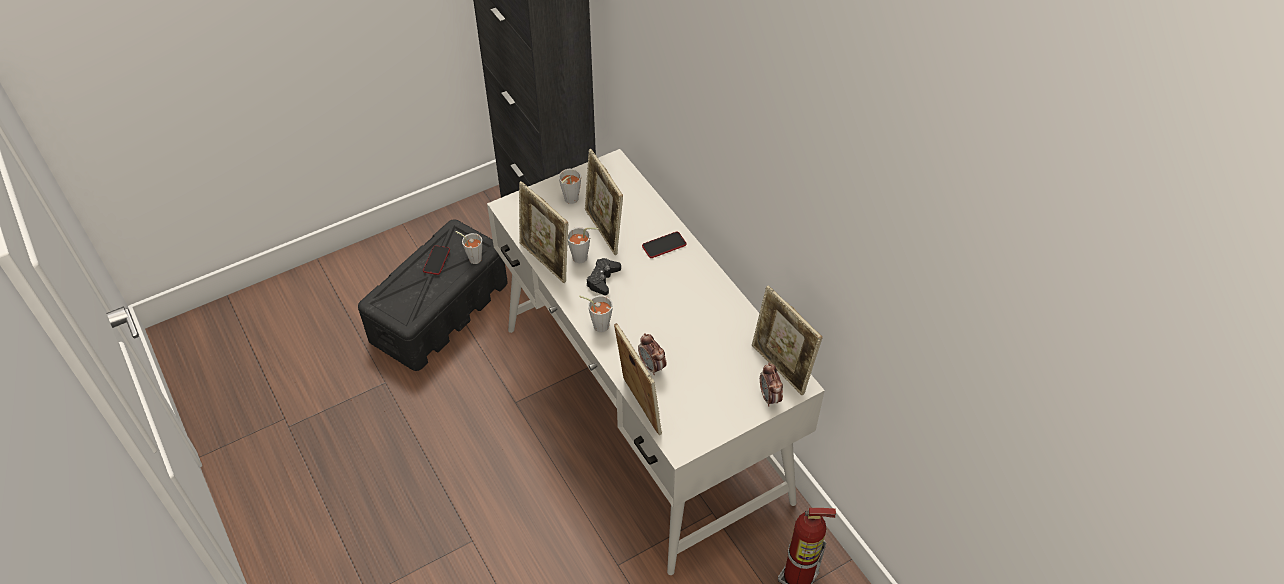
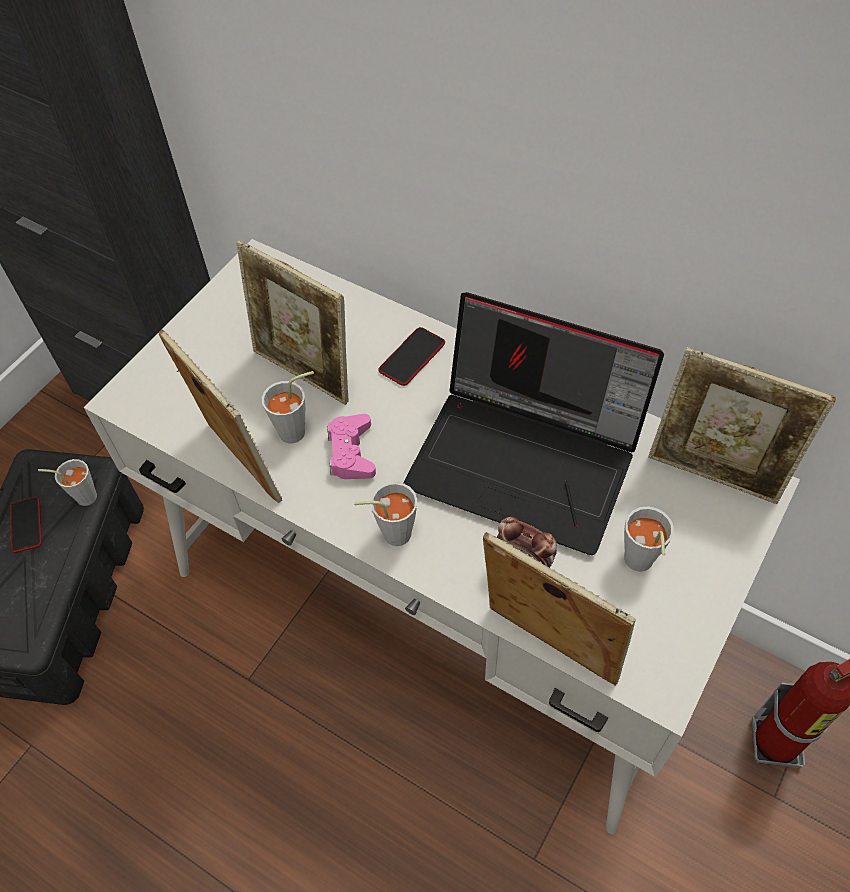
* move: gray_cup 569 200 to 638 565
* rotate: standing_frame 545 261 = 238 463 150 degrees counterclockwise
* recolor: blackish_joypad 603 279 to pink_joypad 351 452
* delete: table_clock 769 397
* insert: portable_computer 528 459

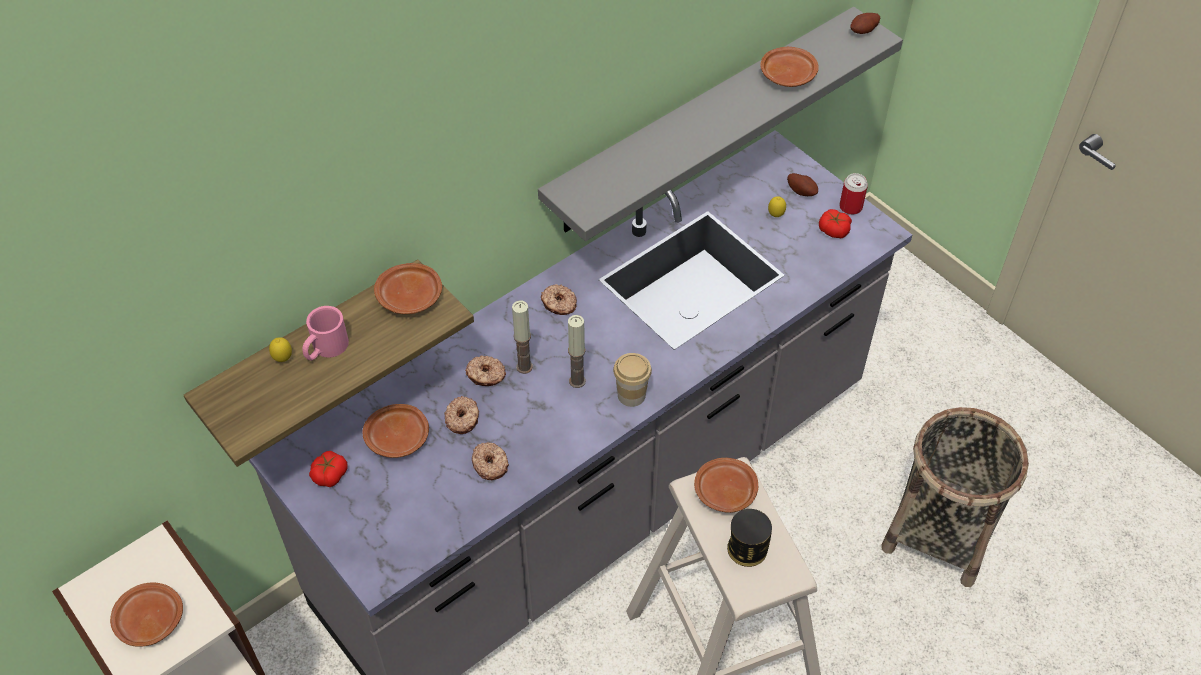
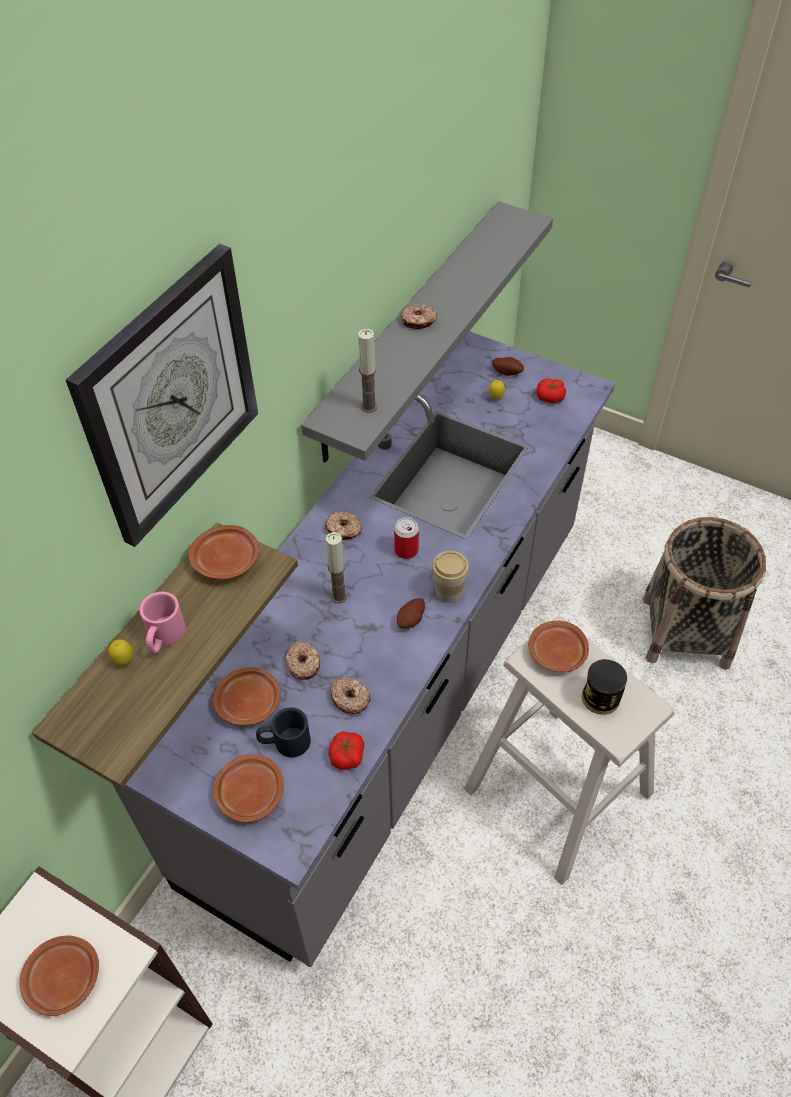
* move: whole_potato 864 31 to 411 620
* move: brown_dinner_plate 788 74 to 250 792
* move: metal_can 850 207 to 406 550
* move: candle 577 381 to 369 407
* move: donut 486 375 to 418 321
* move: fresh_tomato 329 474 to 346 755
* insert: hanging_clock 170 397
* insert: blackish_coffee_mug 284 742

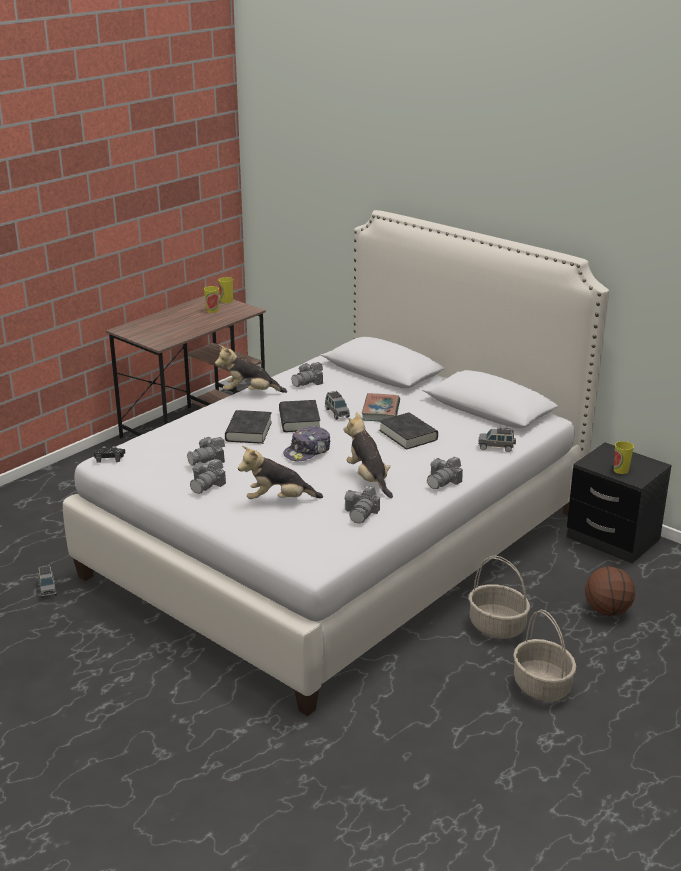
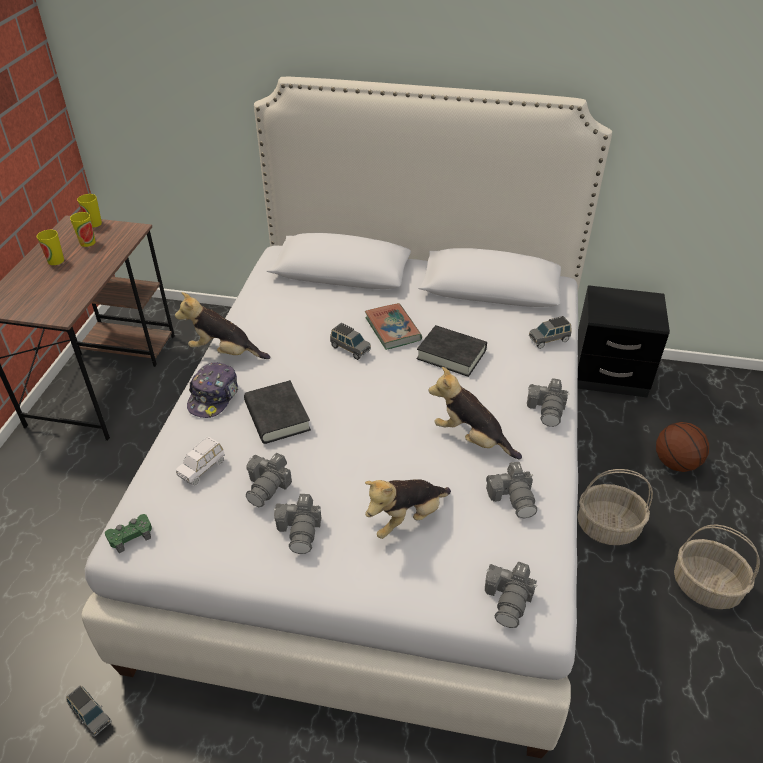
* rotate: cuddly_toy 249 393 = 225 352 45 degrees clockwise
* move: still_camera 308 382 to 509 600
* delete: blackish_book 299 420
* move: cap 308 451 to 214 397
* move: cup 621 470 to 56 261
* recolor: blackish_joypad 109 458 to green_joypad 130 535
* insert: white_miniature_car 202 468

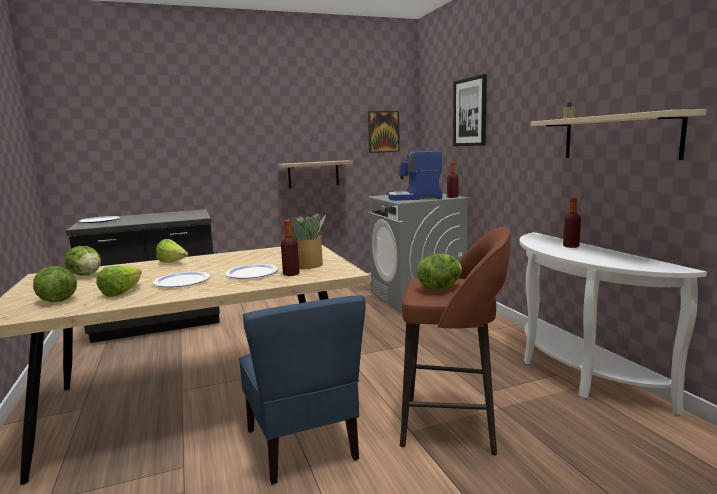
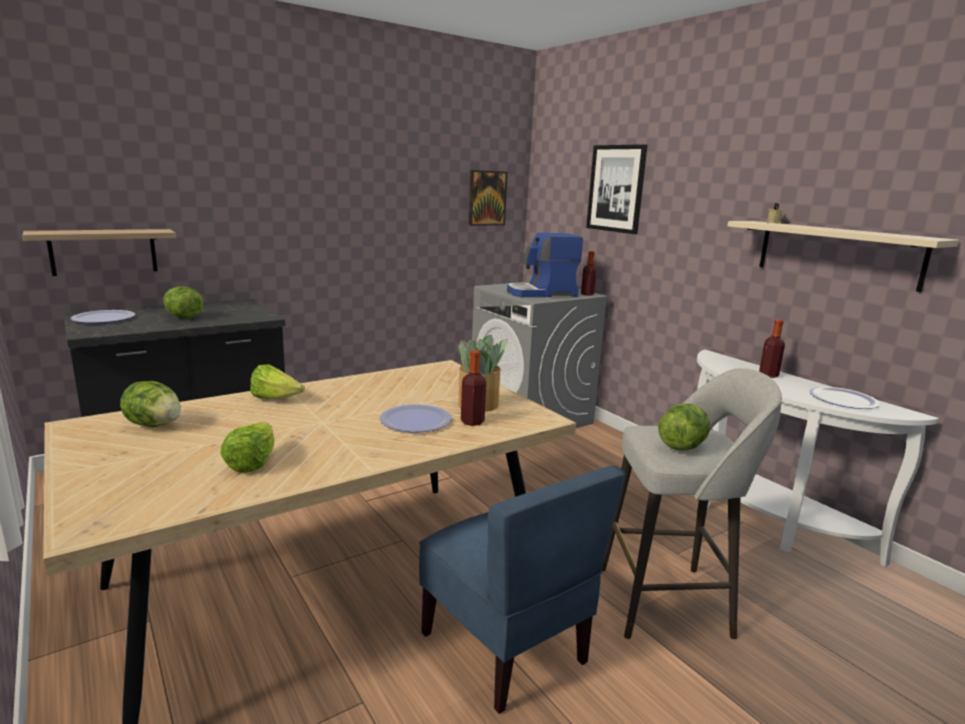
* move: shelf 313 174 to 104 251
* recolor: brown_stool_seat 452 425 to gray_stool_seat 668 601
* move: lettuce_head 56 300 to 183 317
* move: dinner_plate 182 281 to 843 400

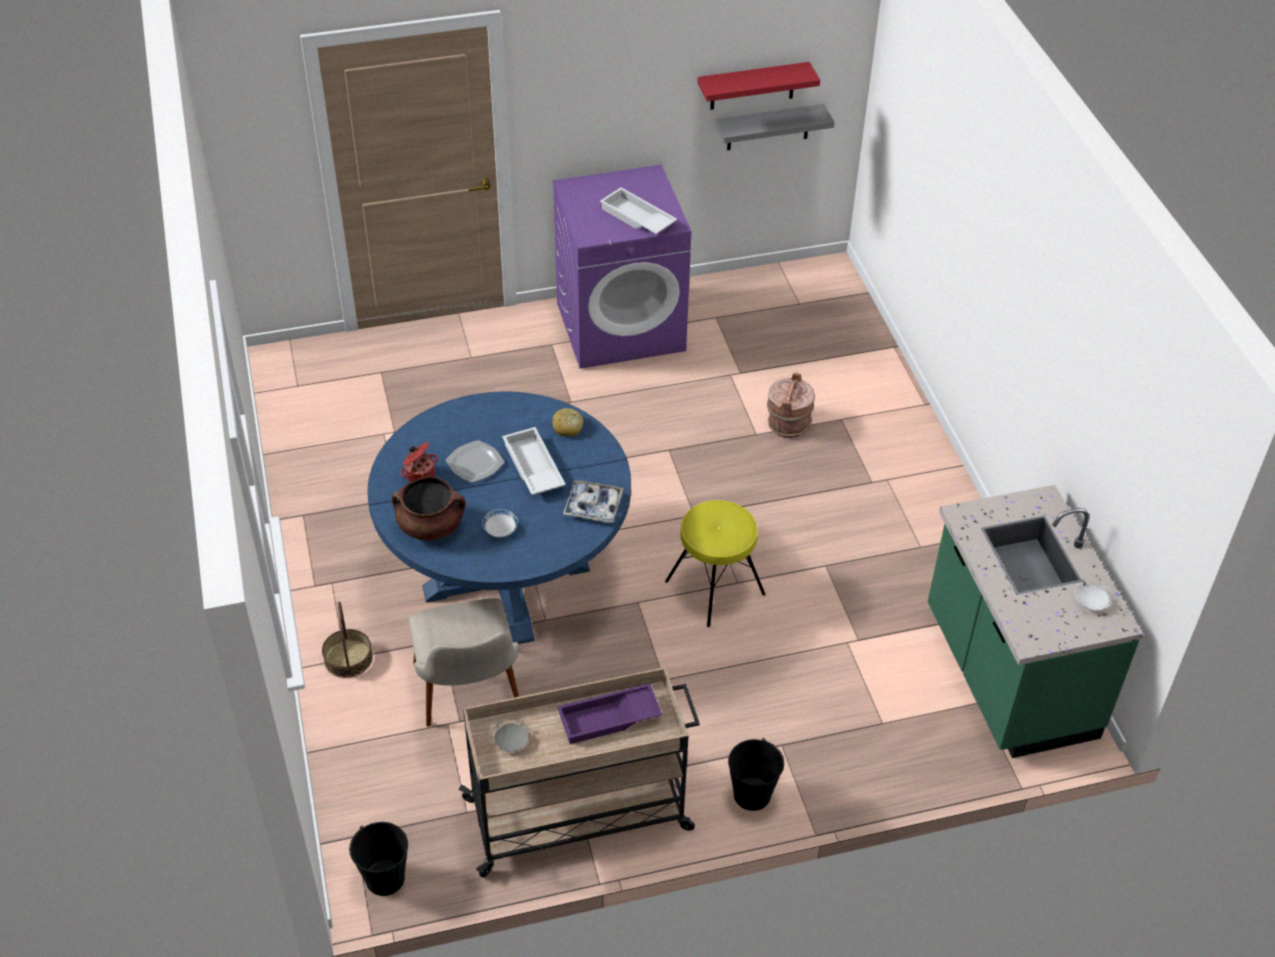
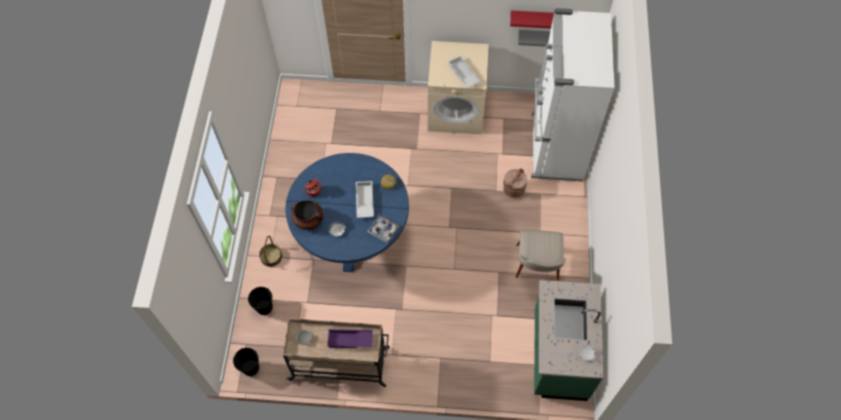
* recolor: purple-coloured_laundry_machine 621 326 to sand-coloured_laundry_machine 456 111
* delete: dinner_plate 475 462
* delete: yellow_stool_seat 714 587
* move: sand-coloured_plain_chair 470 701 to 537 271
* move: blackish_bucket 751 794 to 264 307
* insert: white_fridge 555 147

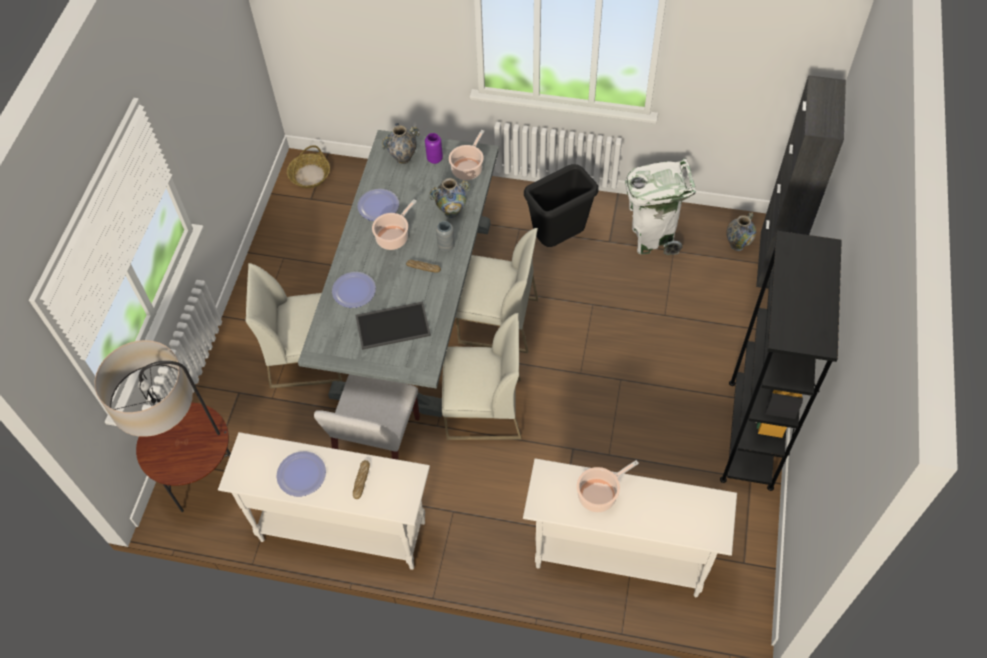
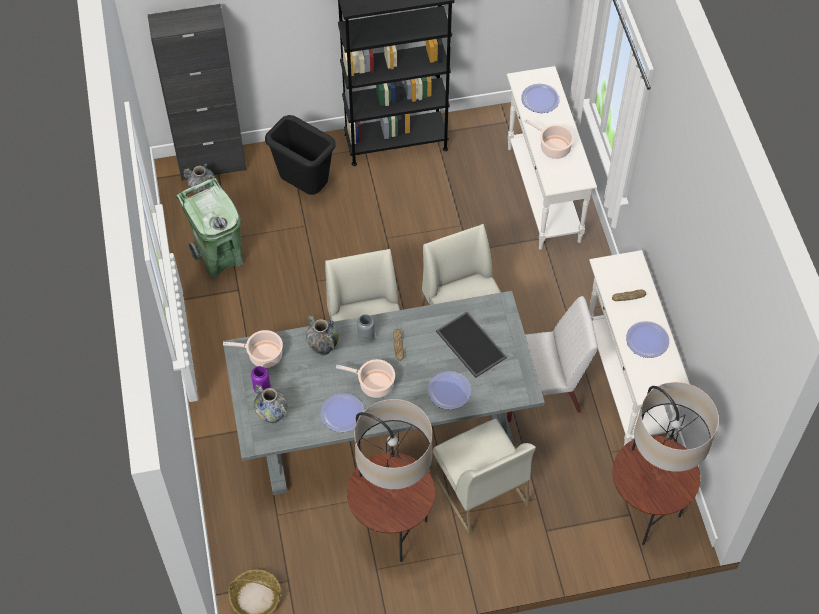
* recolor: white_trash_can 652 237 to green_trash_can 220 258
* move: blackish_trash_can 558 239 to 305 187
* insert: dinner_plate 540 99
* insert: floor_lamp 391 528

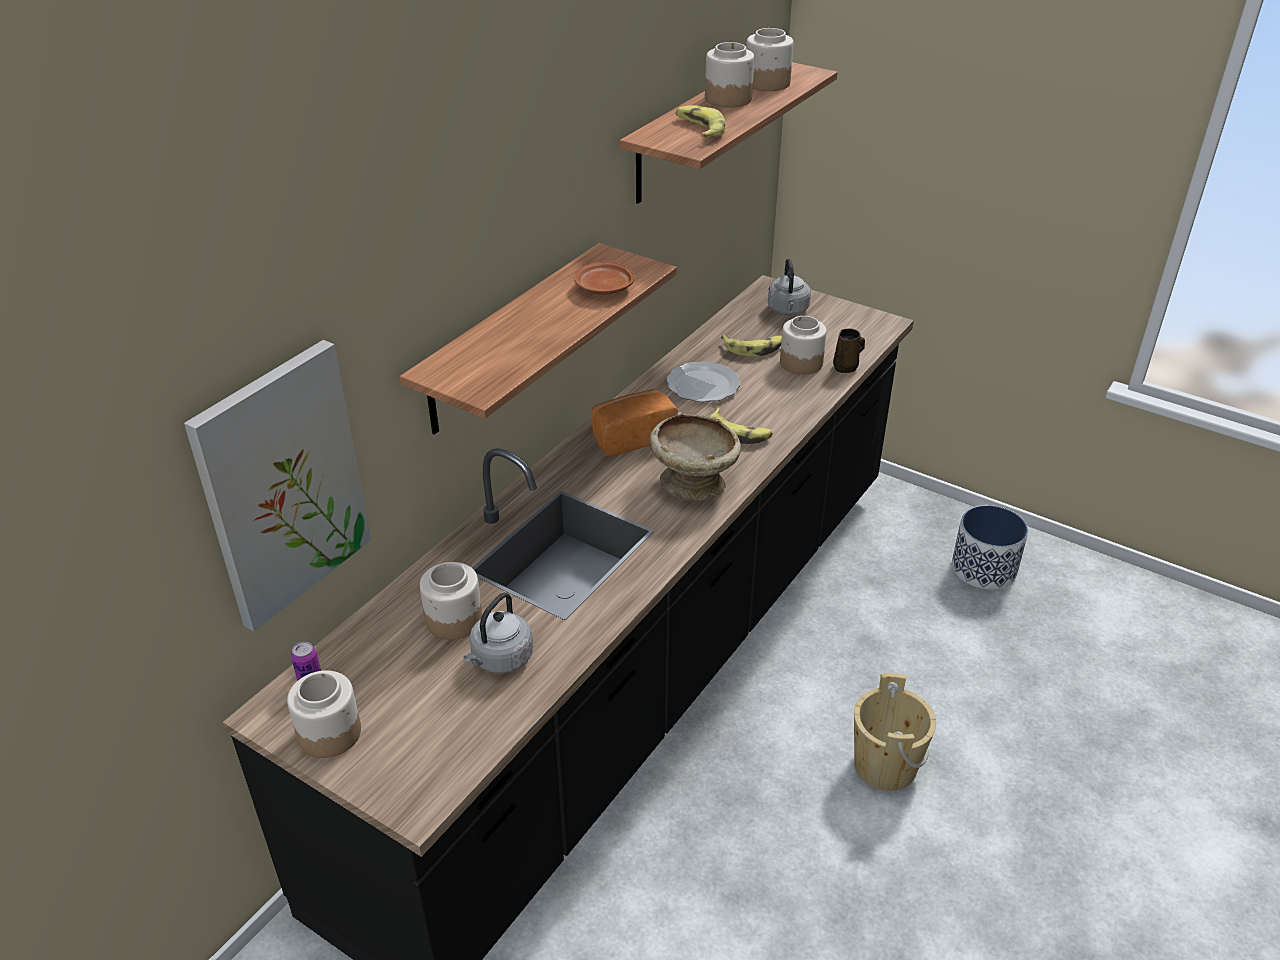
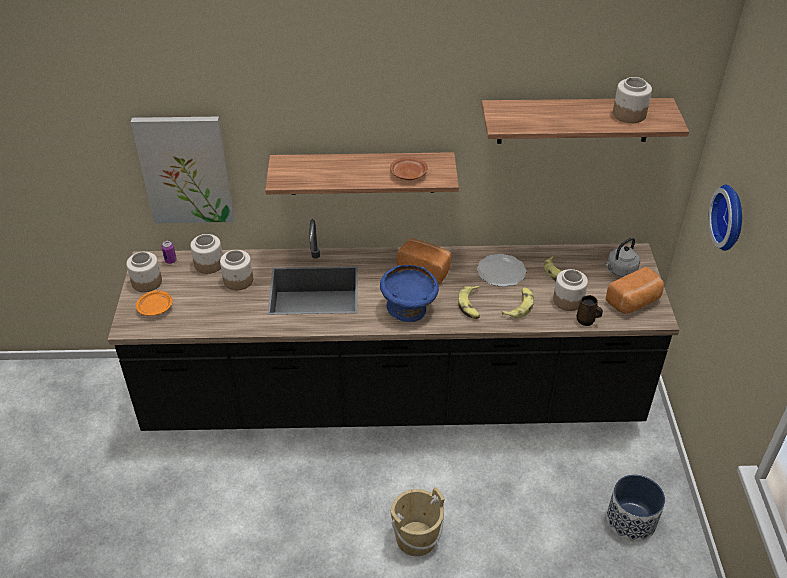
* move: jar 728 99 to 209 264
* move: banana 699 129 to 519 306
* recolor: sand-coloured_deep_dish 693 482 to bluish_deep_dish 409 308
* delete: gray_kettle 500 659
* insert: hanging_clock 731 217
* insert: baked_bread 634 302
* insert: orangey_dinner_plate 156 308

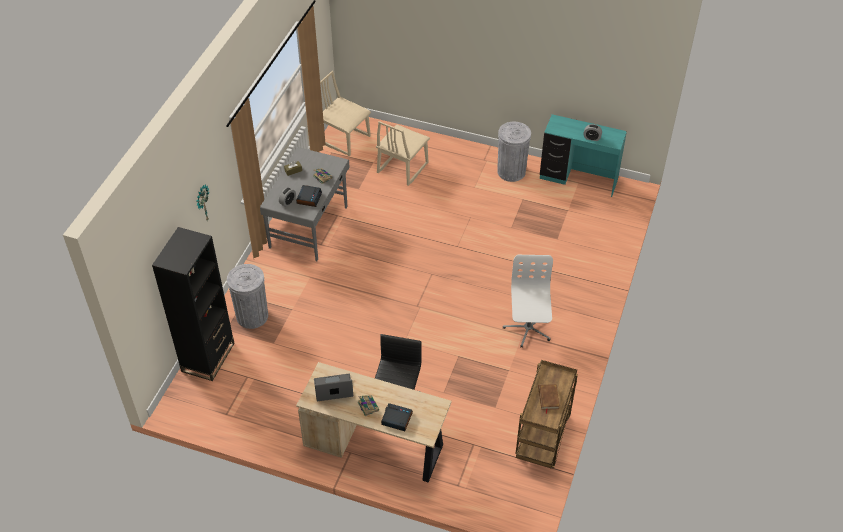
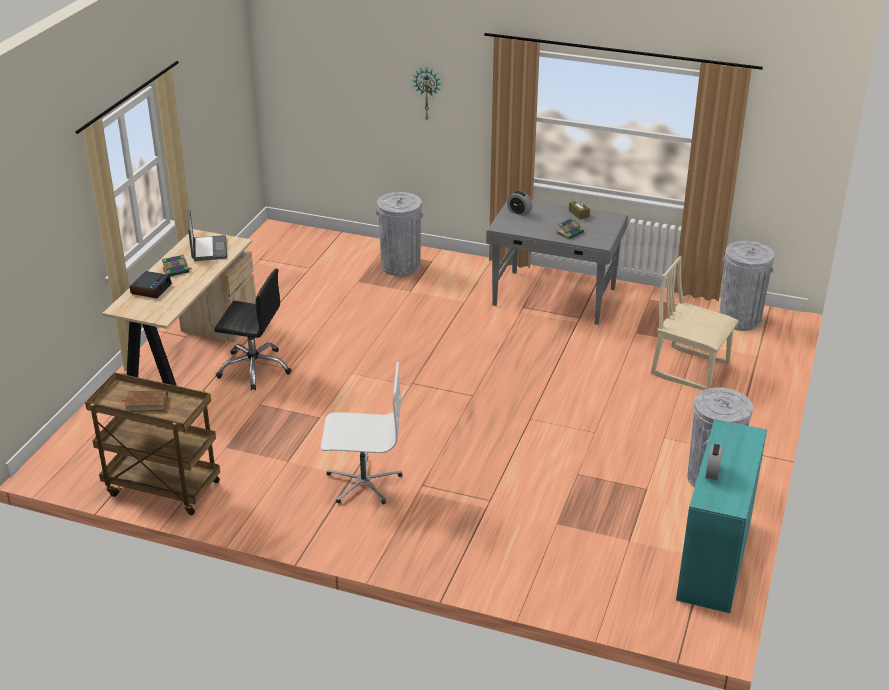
* replace: sand-coloured_plain_chair 345 139 to gray_trash_can 739 319
* delete: table_clock 309 198
* delete: blackish_bookcase 208 357

